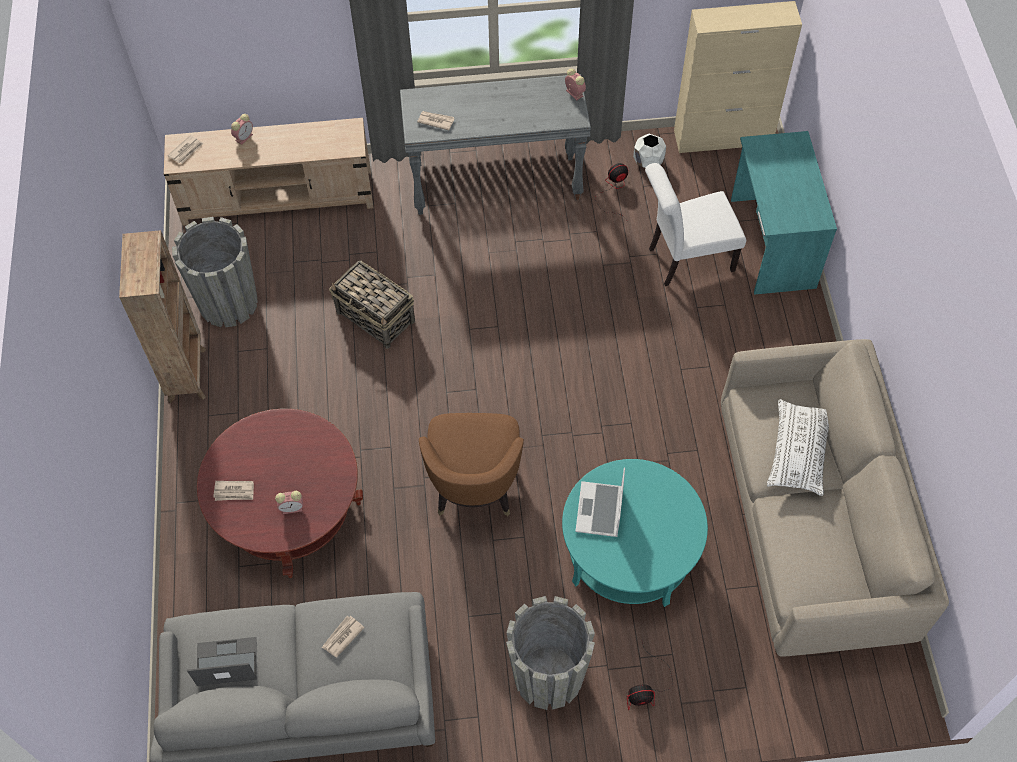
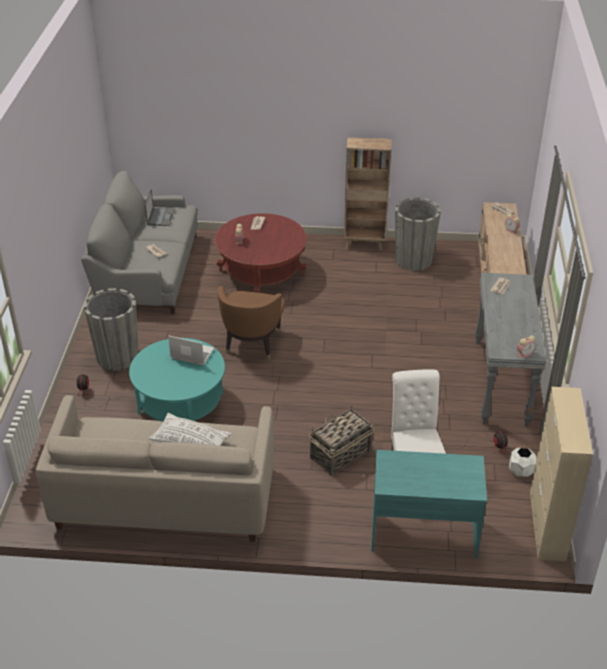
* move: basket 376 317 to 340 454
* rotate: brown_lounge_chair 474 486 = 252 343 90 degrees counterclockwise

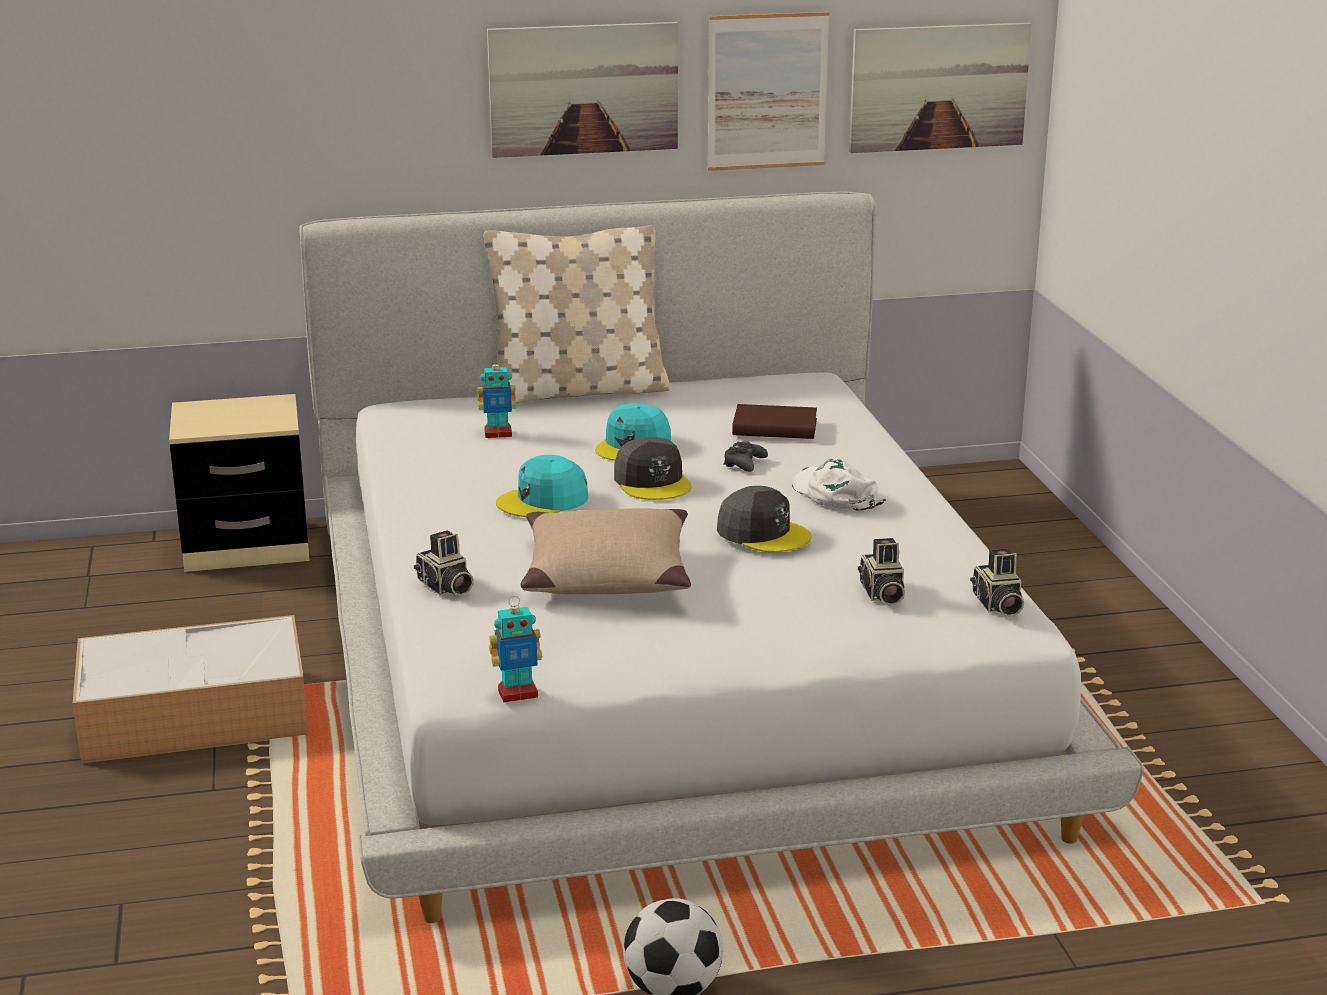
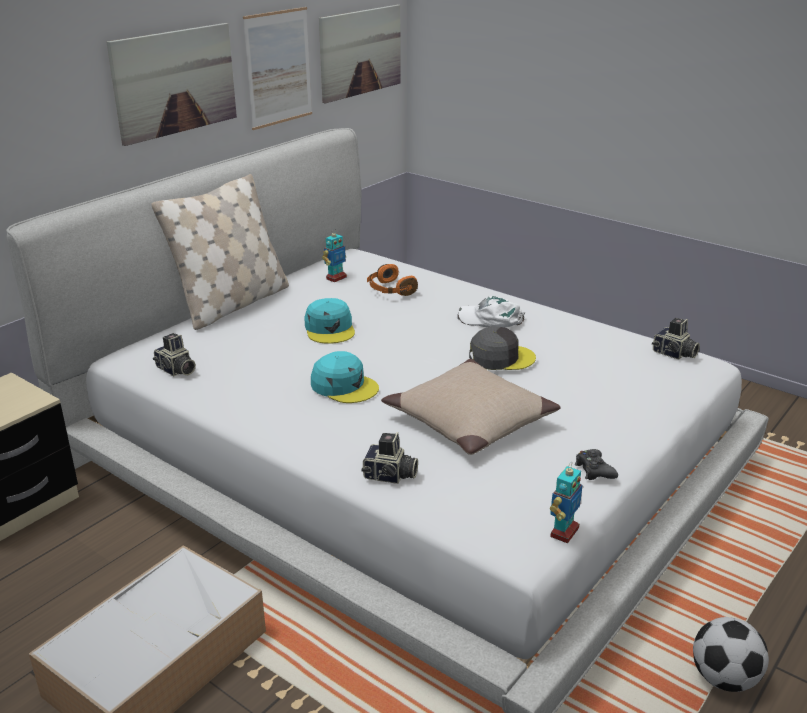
* move: robot_figure 498 434 to 336 278
* replace: brown_book 774 428 to orangey_headset 390 290
* delete: gray_cap 652 482
* move: blackish_joypad 744 463 to 594 470
* rotate: blue-green_cap 543 500 = 344 386 75 degrees counterclockwise
* move: still_camera 881 594 to 176 370

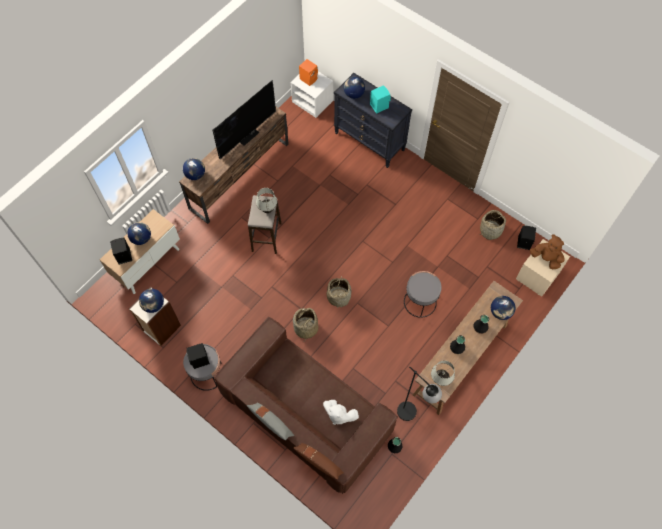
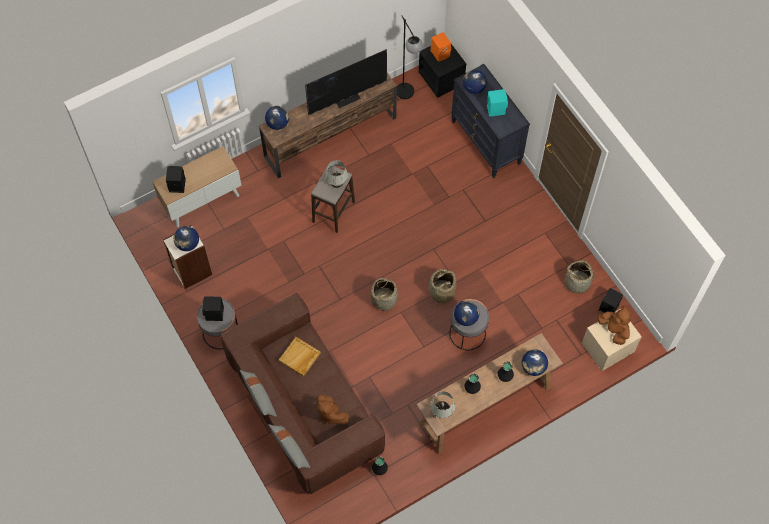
* recolor: white_nightstand 313 101 to blackish_nightstand 442 78
* move: world_globe 141 238 to 466 318
* move: basket 305 328 to 441 292
* move: blackish_floor_lamp 412 416 to 408 96
* recolor: white_cuddly_toy 338 414 to brown_cuddly_toy 331 414
* recolor: brown_cushion 318 462 to gray_cushion 290 449
* insert: sand-coloured_carrying_tray 299 357

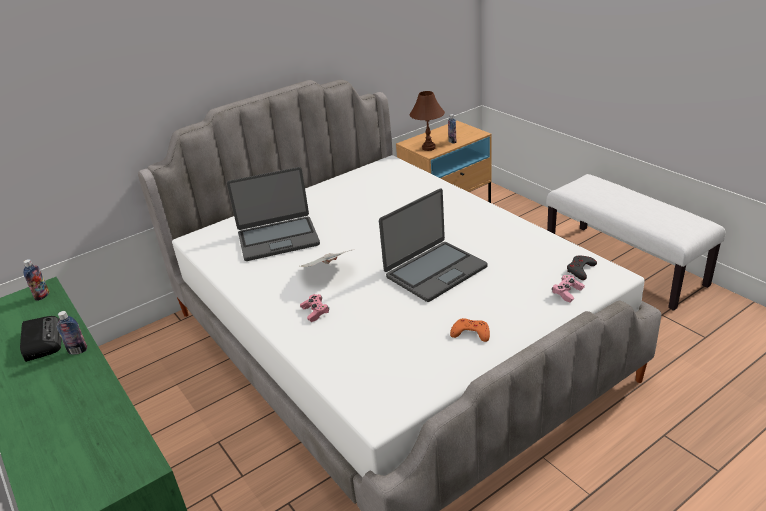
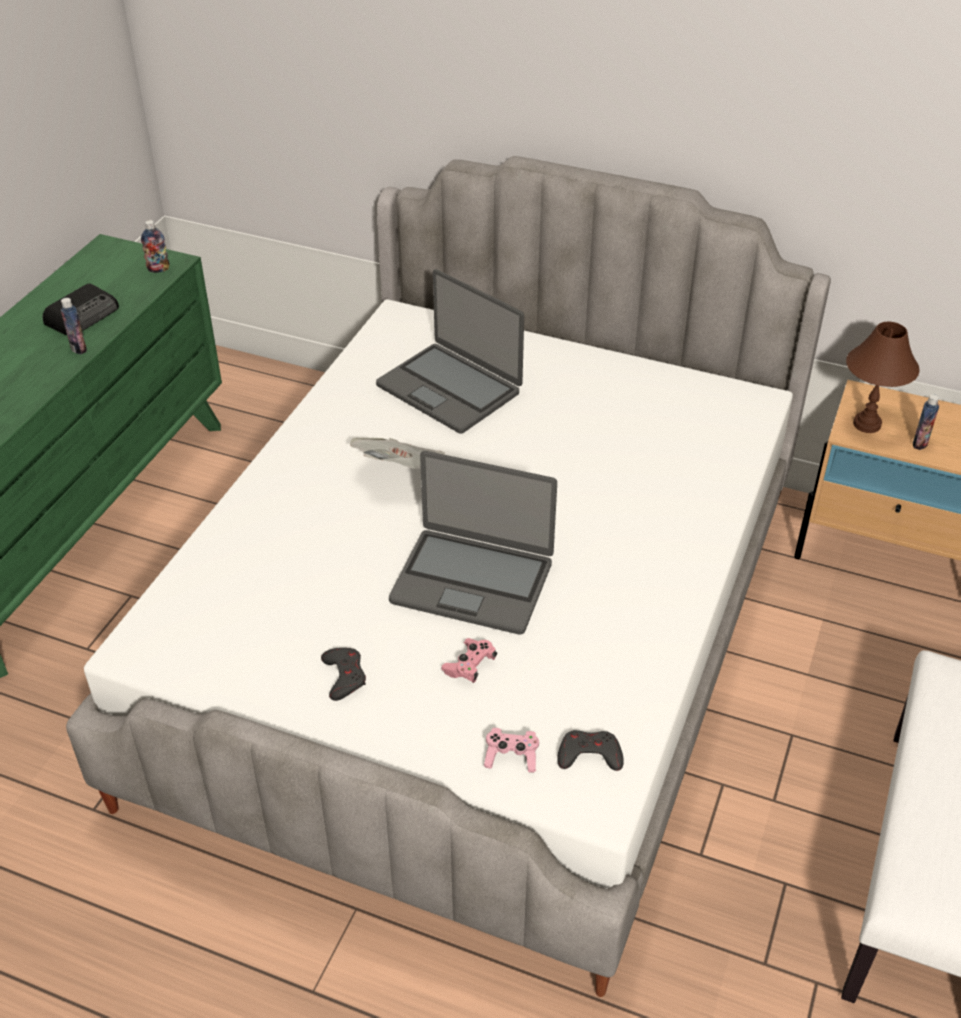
* move: pink_joypad 315 312 to 470 666
* recolor: orangey_joypad 470 333 to gray_joypad 344 676

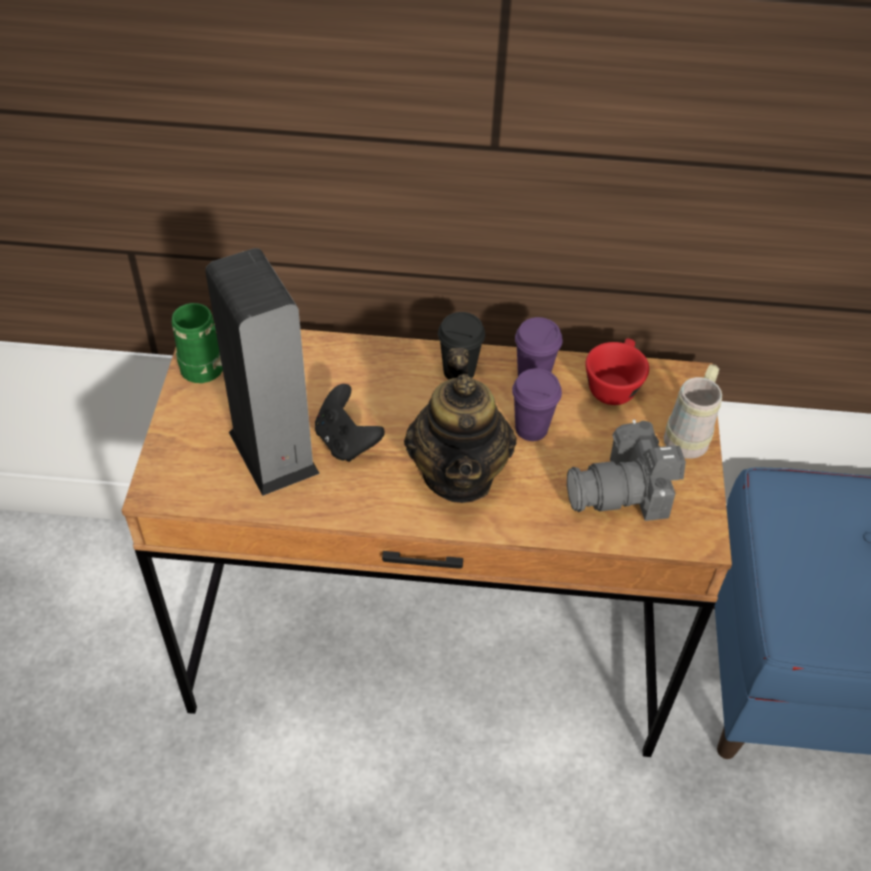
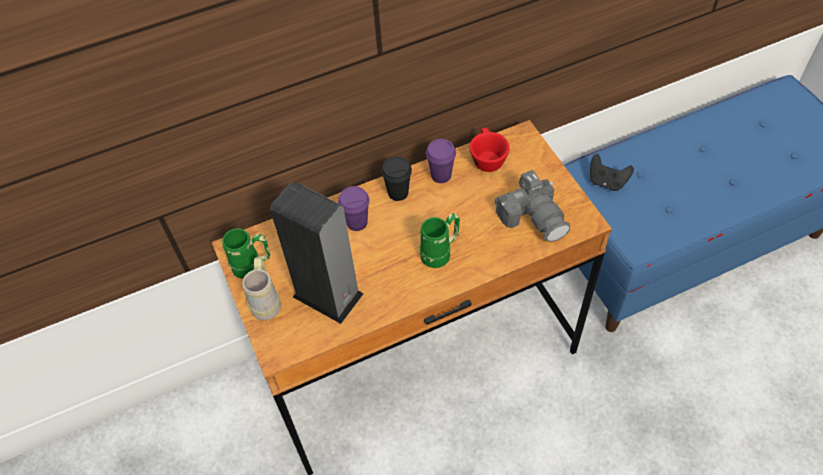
* replace: pot_for_tea 459 474 to green_coffee_mug 440 253
* move: sand-coloured_coffee_mug 689 435 to 266 301
* move: purple-coloured_cup 531 429 to 357 222
* move: blackish_joypad 346 441 to 607 182
* rotate: still_camera 624 491 = 533 217 75 degrees counterclockwise

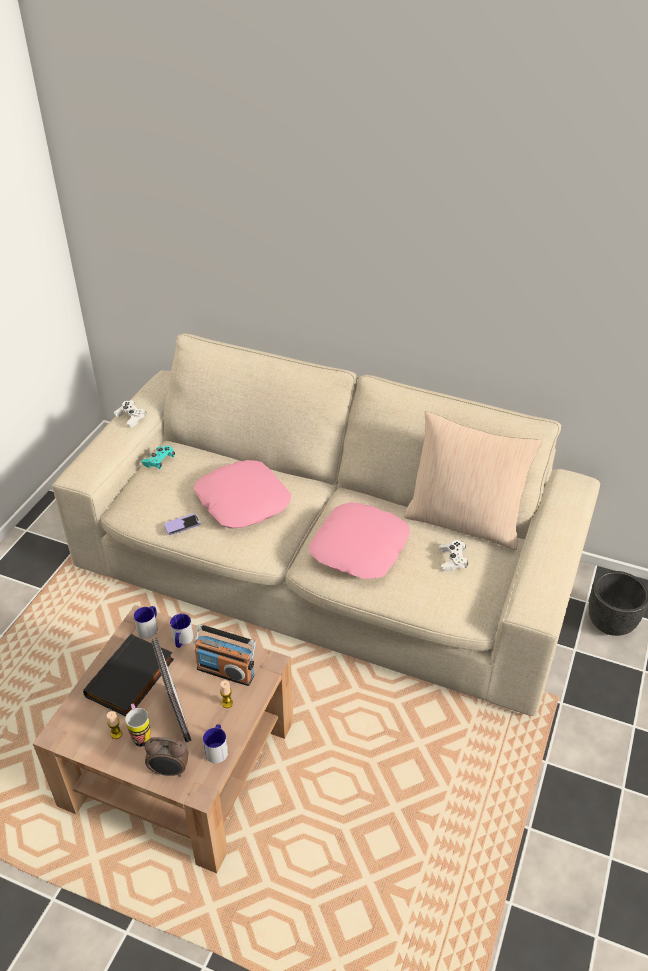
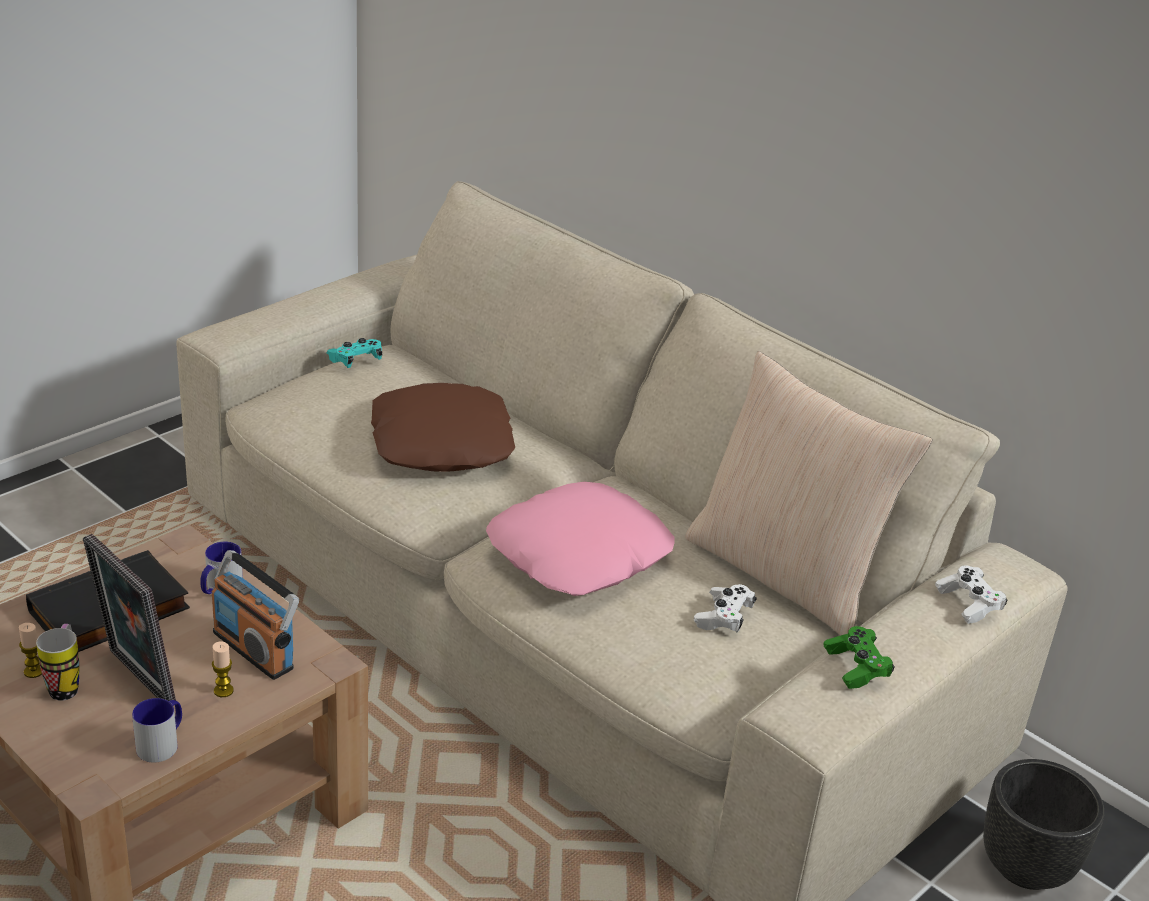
* move: white_joypad 131 418 to 968 604
* recolor: pink_cushion 242 502 to brown_cushion 440 442
* delete: phone 182 525
* delete: coffee_mug 149 627
* rotate: standing_frame 176 716 = 136 680 45 degrees counterclockwise
* delete: table_clock 169 771
* insert: green_joypad 856 667

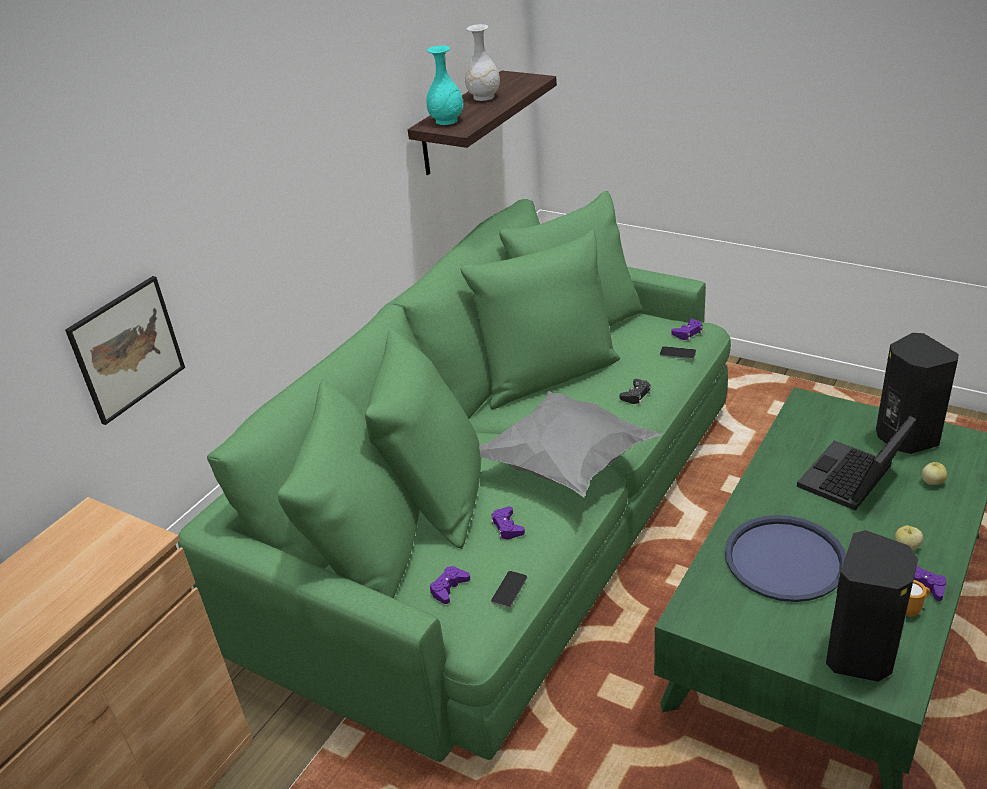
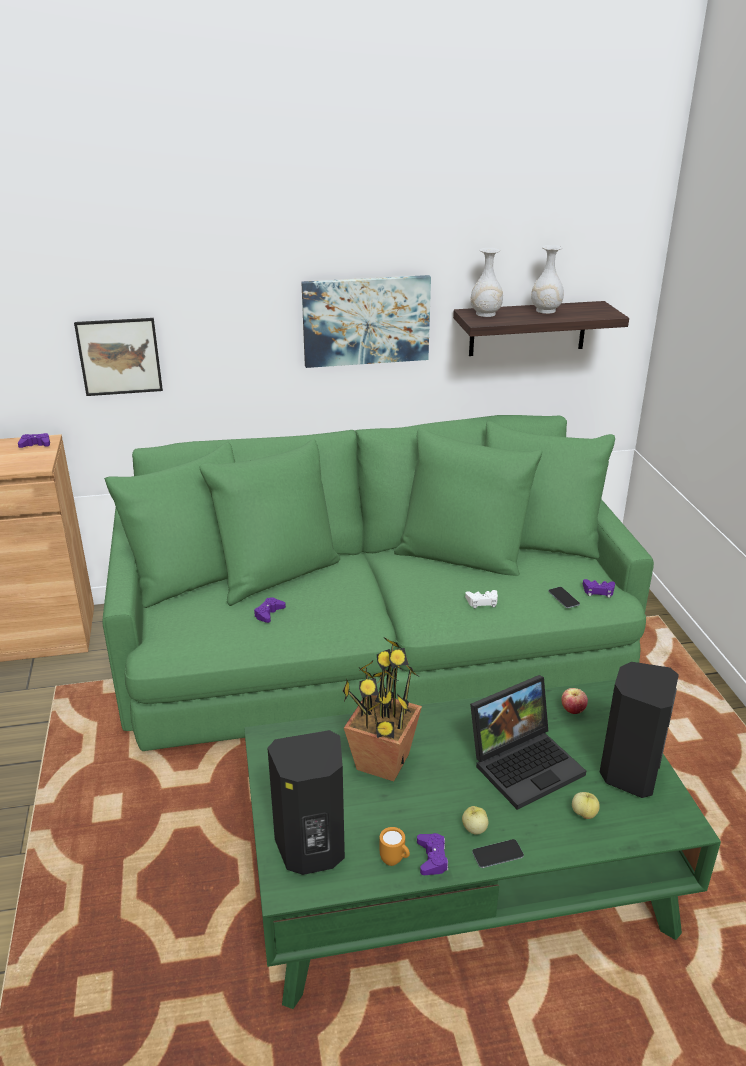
* recolor: blue-green_flower_vase 447 121 to white_flower_vase 485 314
* recolor: blackish_joypad 636 395 to white_joypad 482 602
* delete: gray_cushion 567 467
* rotate: portable_computer 852 481 = 525 763 150 degrees clockwise
* replace: bluish_carrying_tray 784 559 to plant_in_a_pot 382 762
* move: purple-coloured_joypad 449 588 to 36 445
* move: phone 509 589 to 497 854
* insert: picture 366 320
* insert: apple 572 710

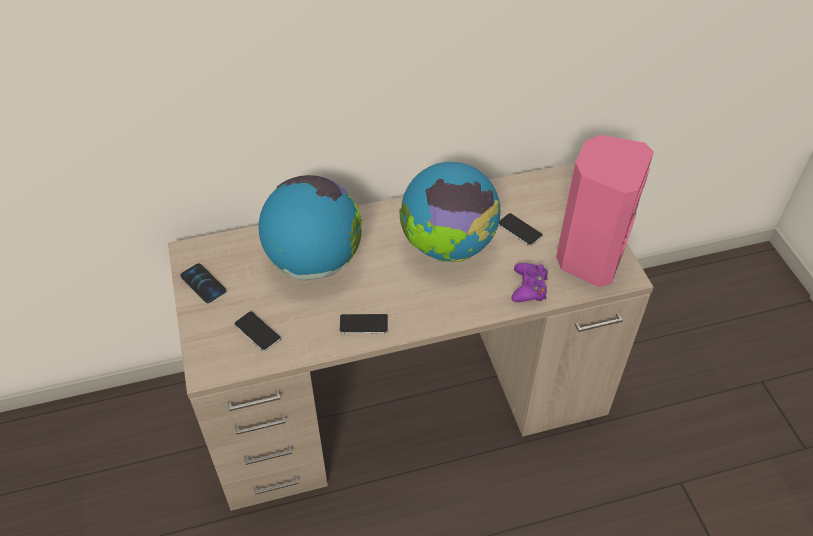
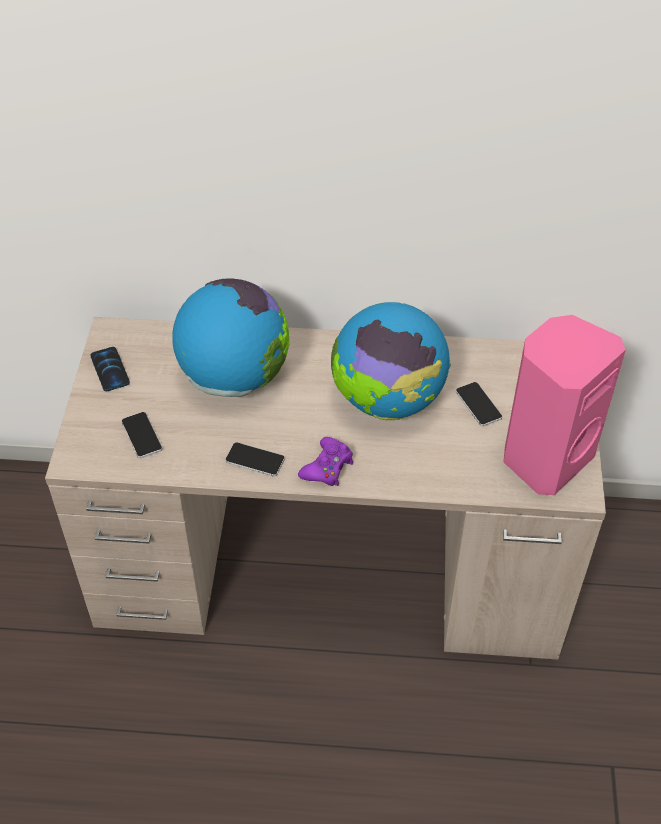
* move: purple-coloured_joypad 529 287 to 327 467

